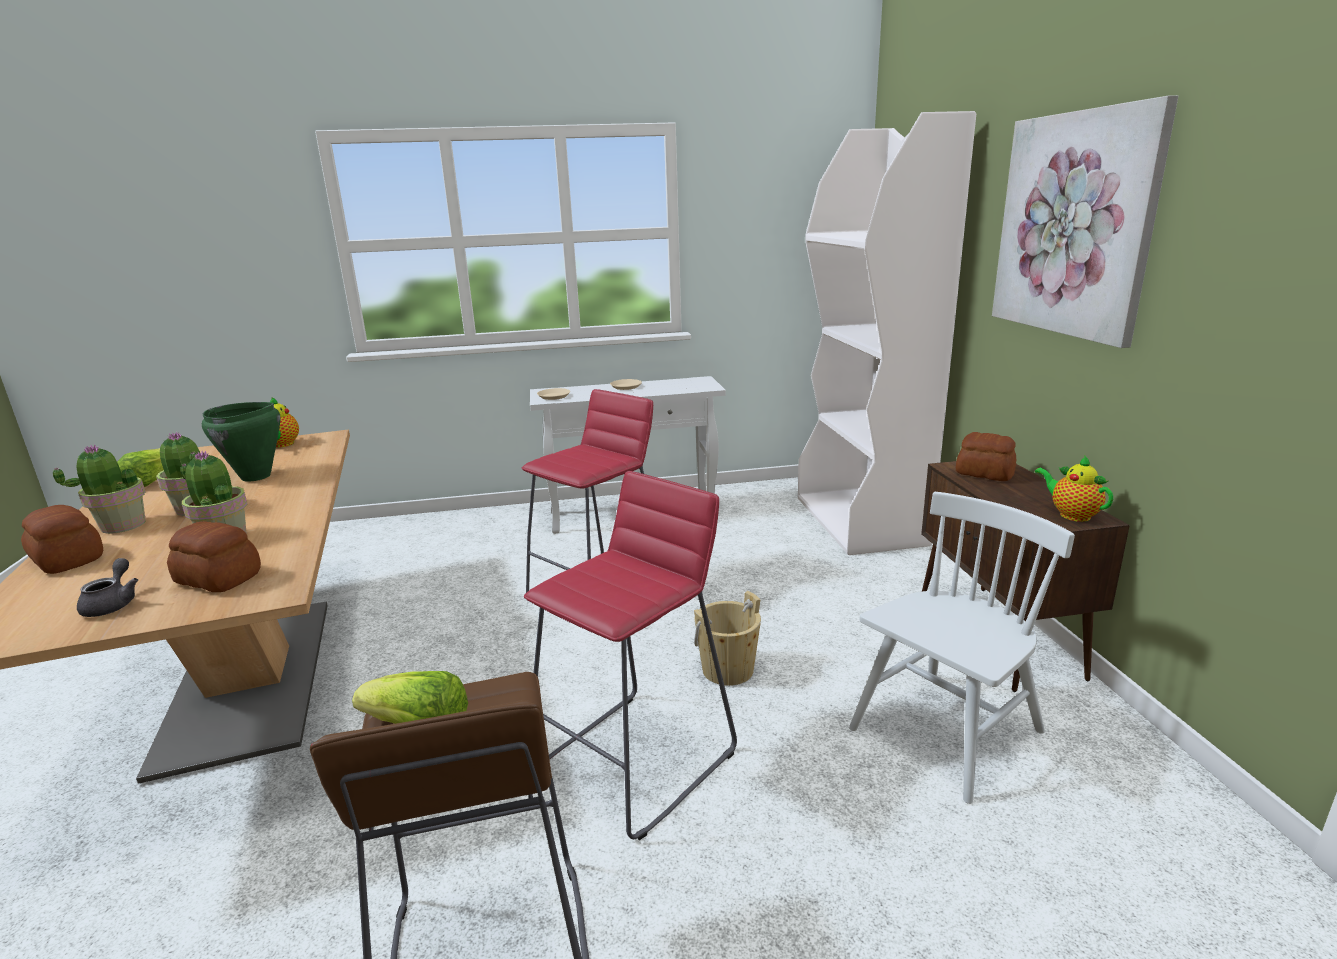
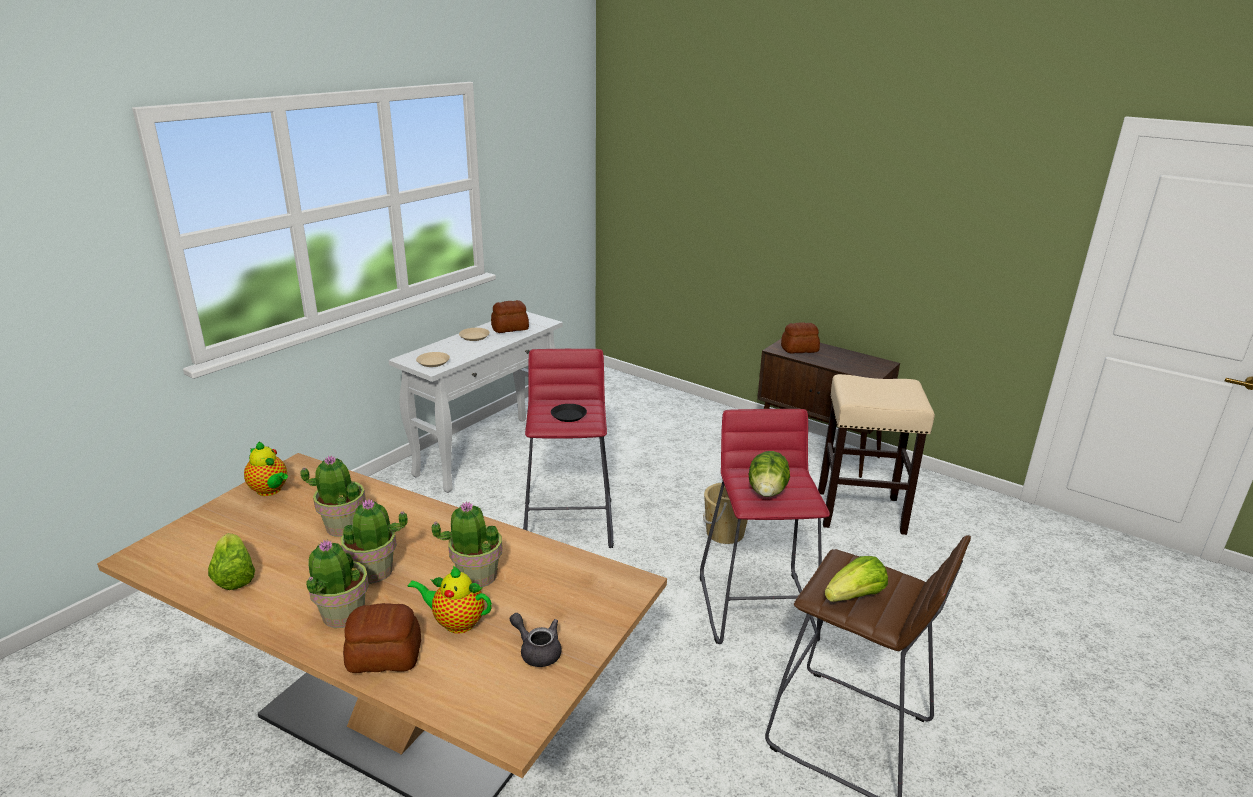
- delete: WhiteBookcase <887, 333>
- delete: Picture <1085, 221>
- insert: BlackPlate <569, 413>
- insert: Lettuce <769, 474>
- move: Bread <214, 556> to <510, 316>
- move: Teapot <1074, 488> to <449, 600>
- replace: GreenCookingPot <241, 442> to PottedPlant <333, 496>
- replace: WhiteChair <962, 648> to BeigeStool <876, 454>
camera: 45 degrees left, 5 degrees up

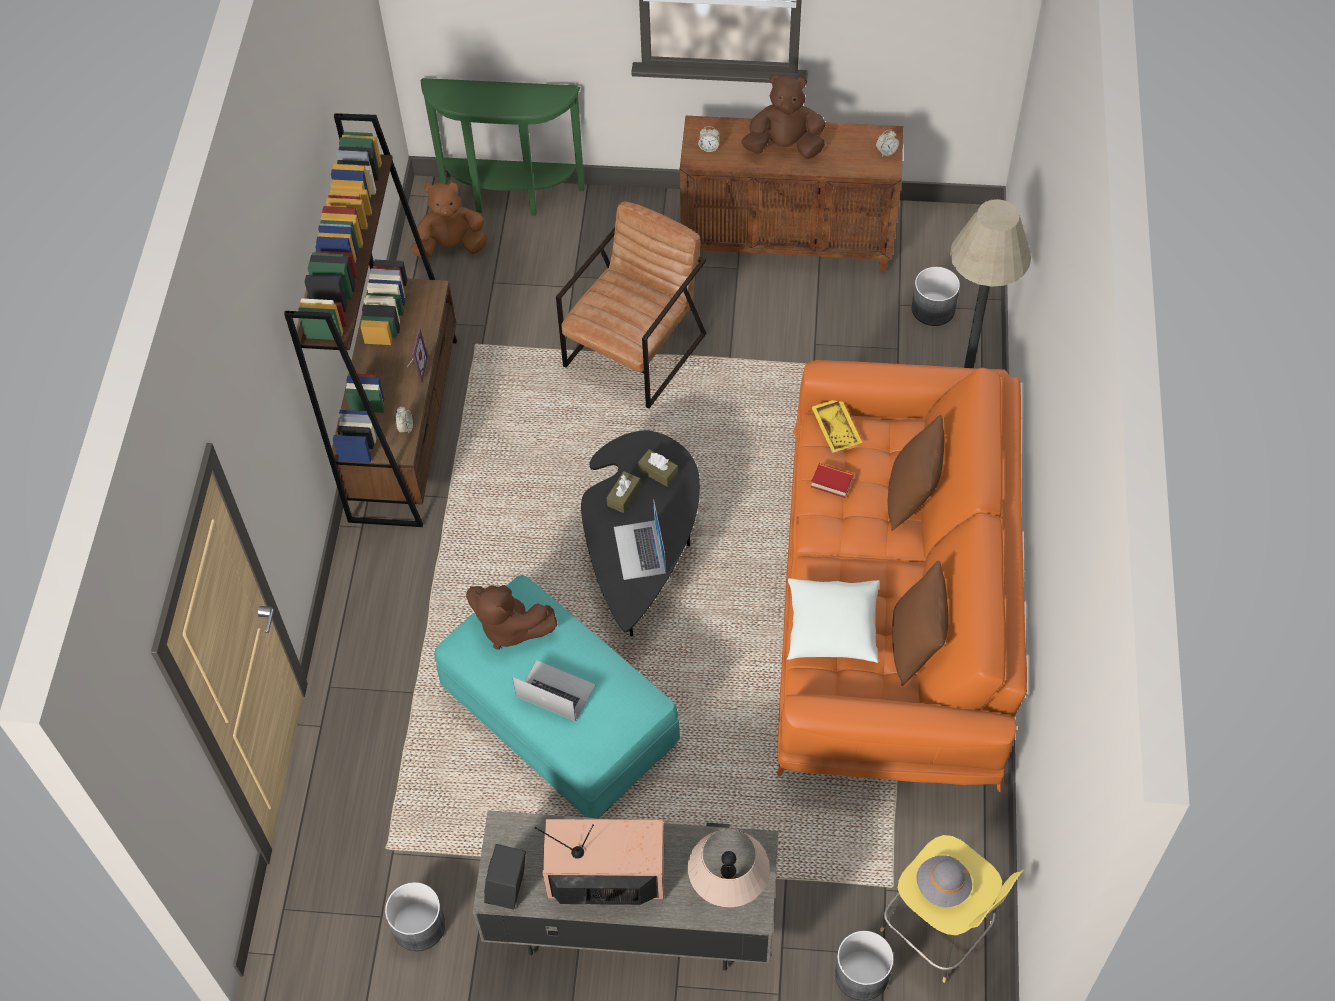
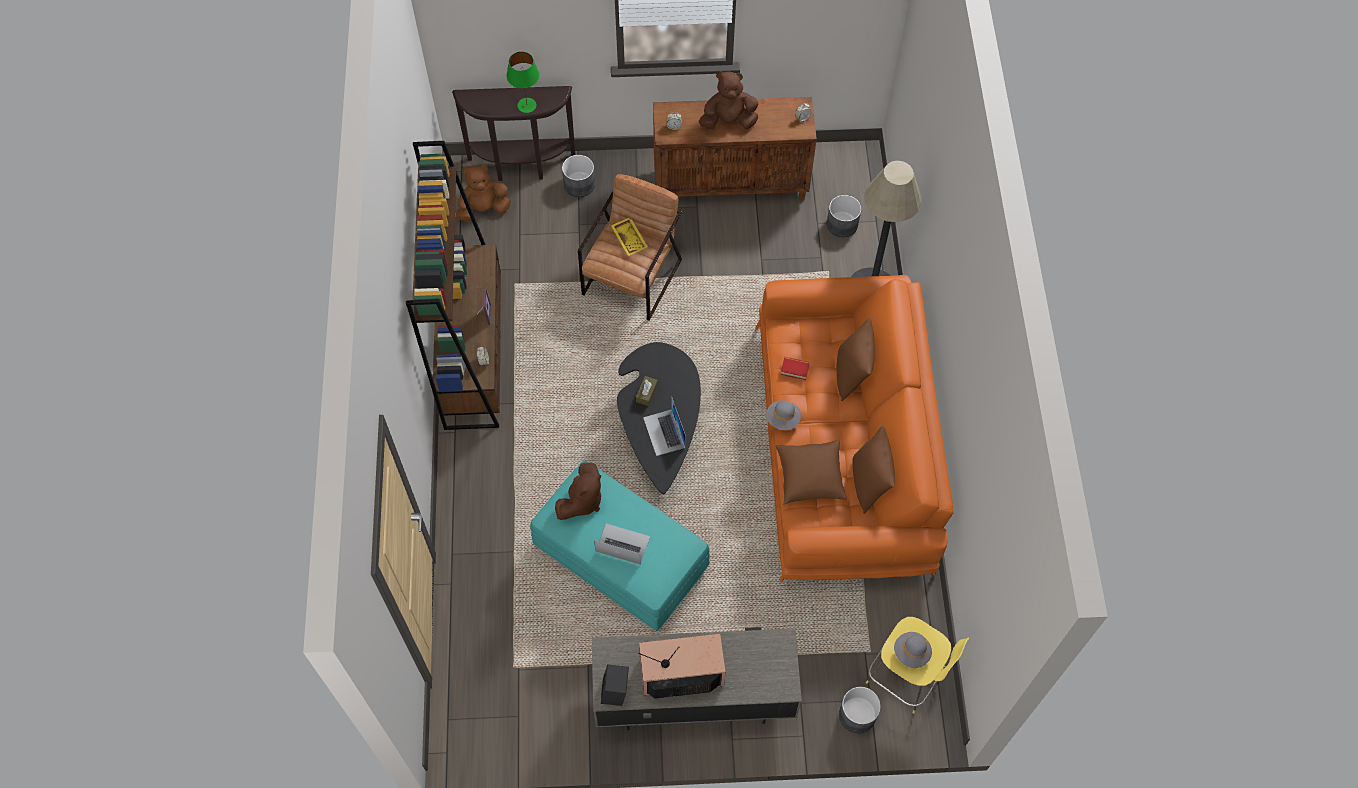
- delete: BrownTissueBox <658, 468>
- delete: BeigeTableLamp <729, 868>
- insert: GreenTableLamp <522, 82>
- insert: GreyHat <783, 415>
- move: GreyPlanter <415, 916> to <578, 176>
- move: YellowTray <836, 426> to <629, 237>
- recolor: GreenConsoleTable <502, 147> to BrownConsoleTable <513, 133>
- recolor: WhitePillow <833, 620> to BrownPillow <811, 472>
- rotate: BrownPlushToy <512, 617> = <578, 491> 75 degrees counterclockwise
camera: 10 degrees left, 5 degrees up

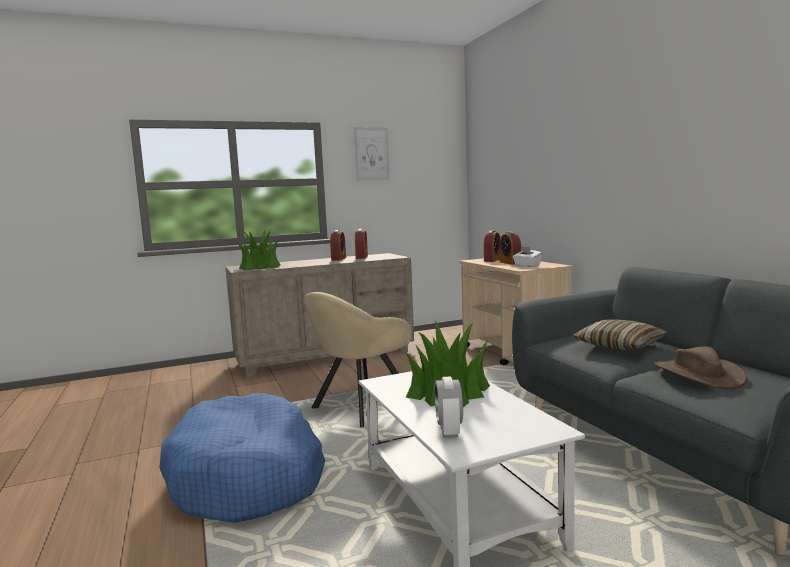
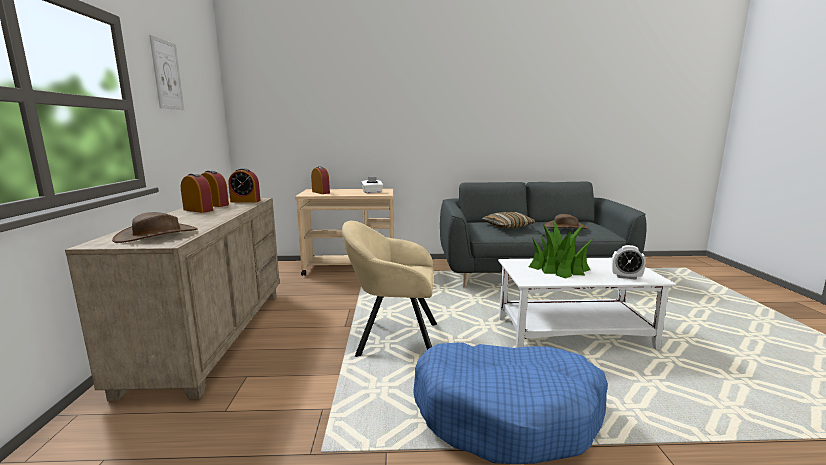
- move: AlarmClock <510, 248> to <244, 185>
- replace: PottedPlant <259, 250> to BrownHat <155, 227>
- rotate: BeigeArmchair <358, 359> = <389, 289> 120 degrees clockwise
camera: 70 degrees left, 5 degrees up

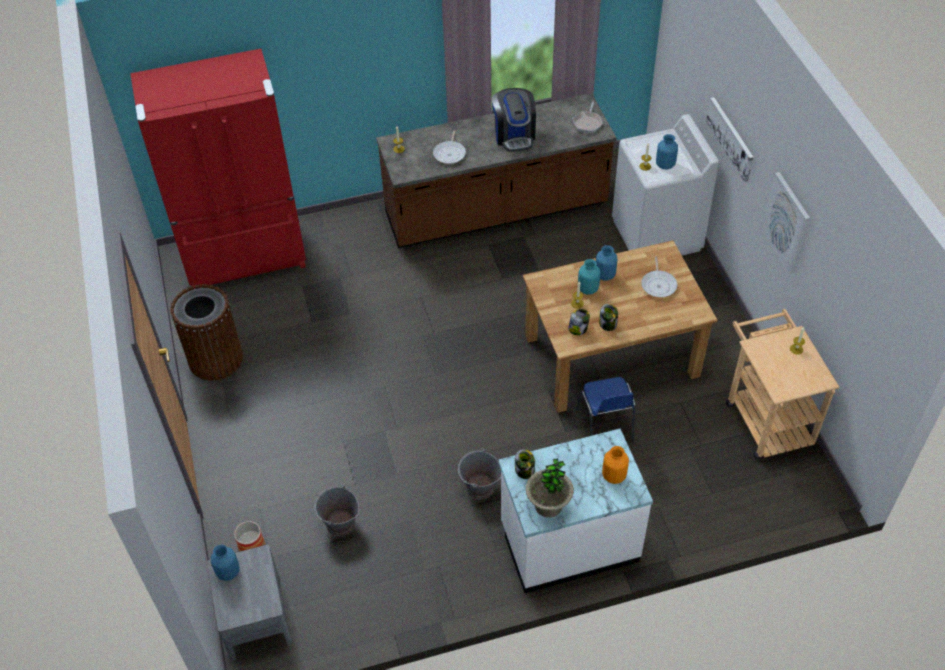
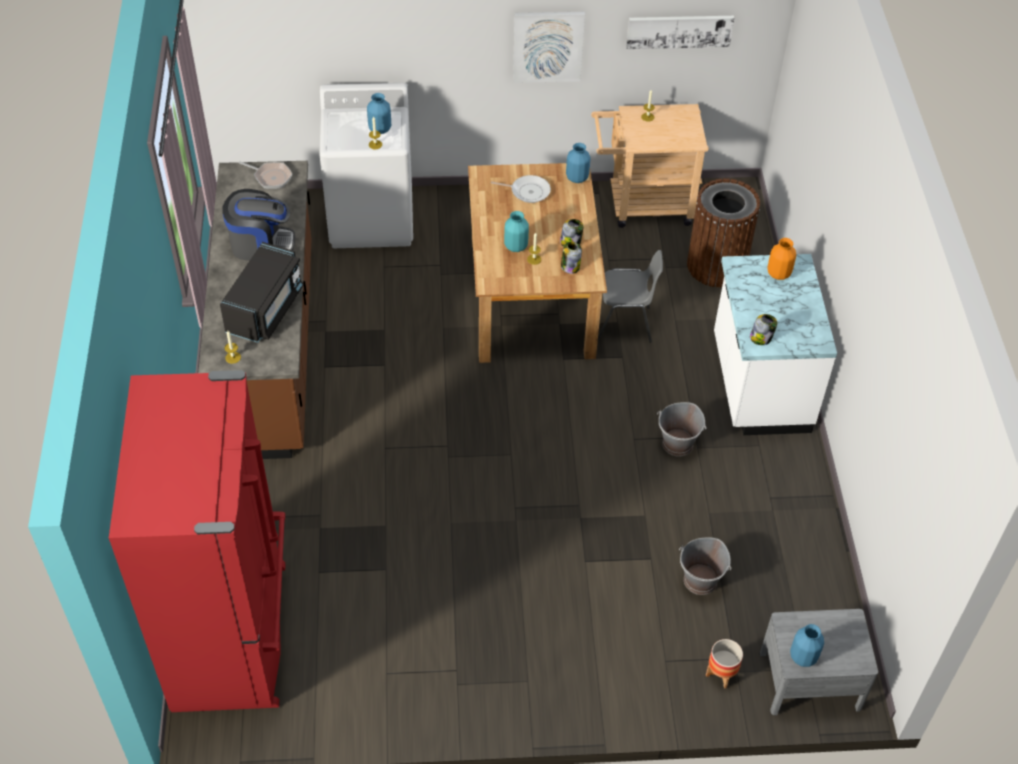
- delete: PottedPlant <549, 488>
- move: BrownTrashCan <206, 332> to <723, 232>
- move: BlueVase <606, 263> to <578, 163>
- move: Picture <730, 139> to <680, 32>
- replace: FryingPan <449, 147> to BlackMicrowave <261, 292>
- recolor: BlueChair <605, 410> to GreyChair <630, 296>
camera: 80 degrees left, 0 degrees up

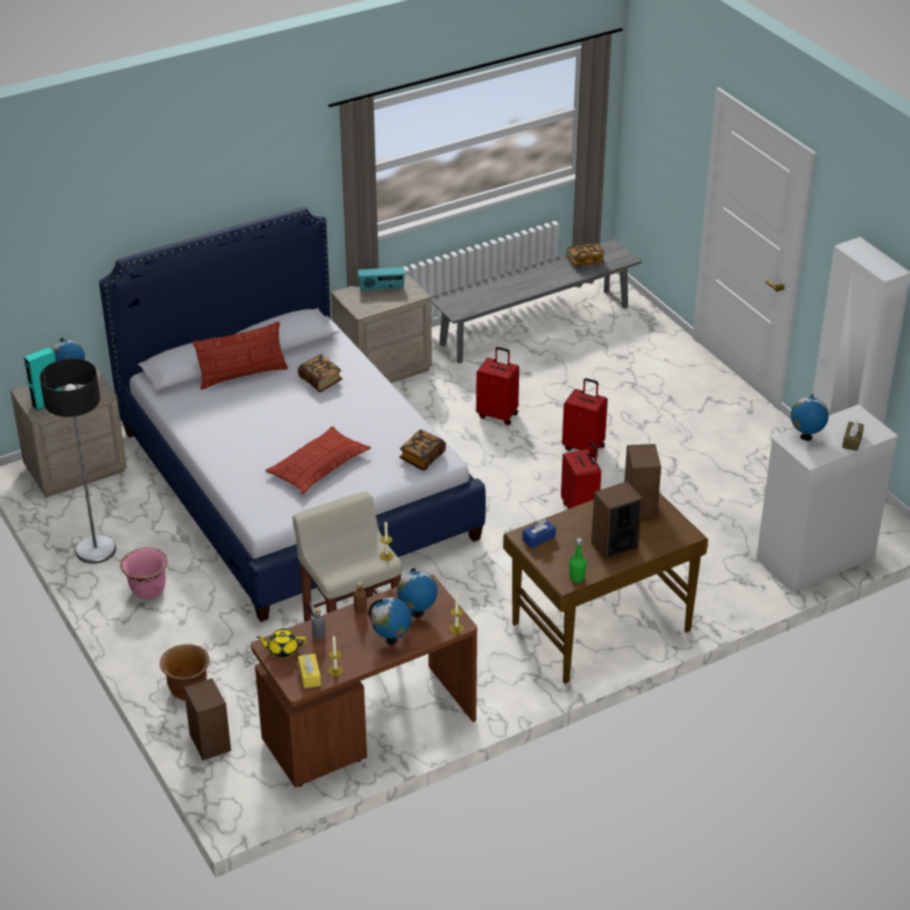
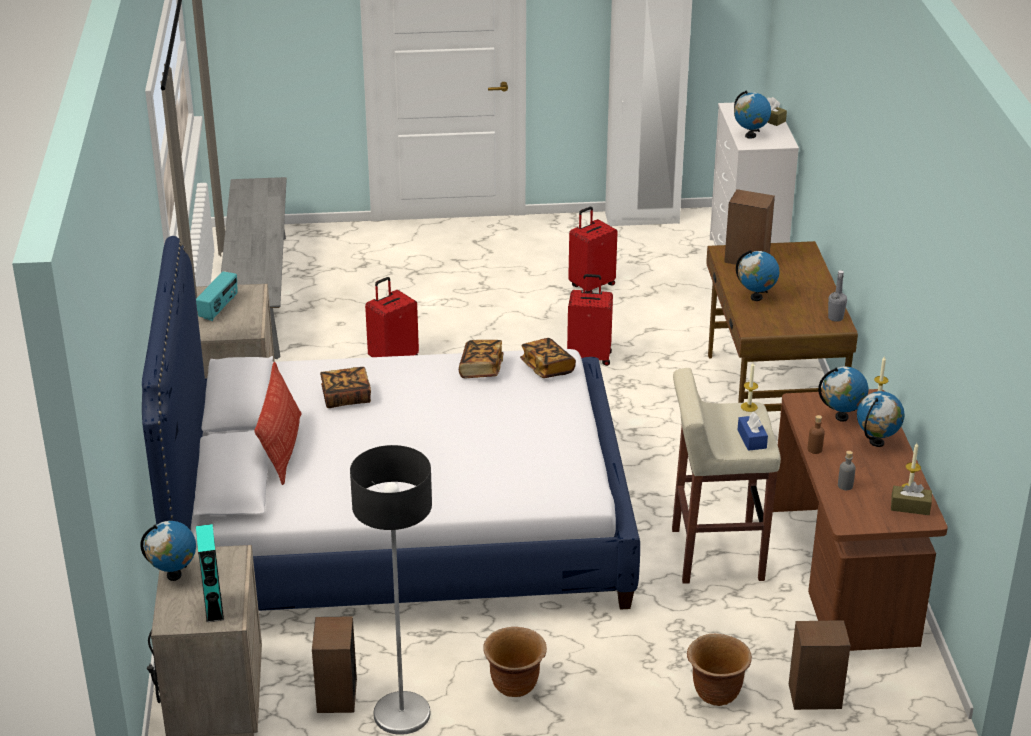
- delete: YellowTeapot <281, 643>
- delete: Pillow <318, 460>
- insert: Globe <757, 275>
- move: BlueTissueBox <539, 533> to <753, 431>
- move: RedSuitcase <585, 418> to <593, 250>
- move: Book <586, 255> to <481, 359>
- move: Speaker <617, 520> to <334, 664>
- recolor: PinkPlanter <144, 573> to BrownPlanter <515, 662>
- recolor: YellowTissueBox <309, 671> to BrownTissueBox <911, 498>
- recolor: GreenBottle <578, 560> to GreyBottle <837, 296>
camera: 65 degrees left, 5 degrees down

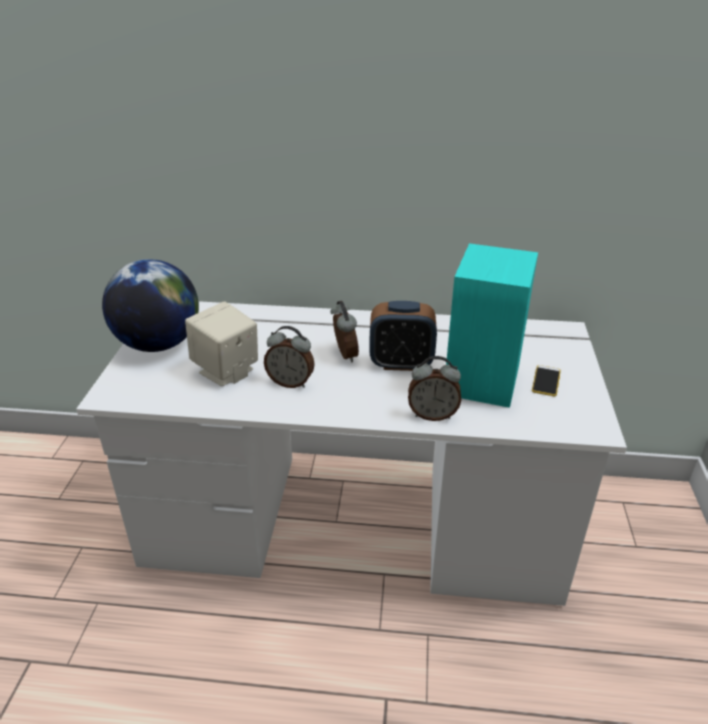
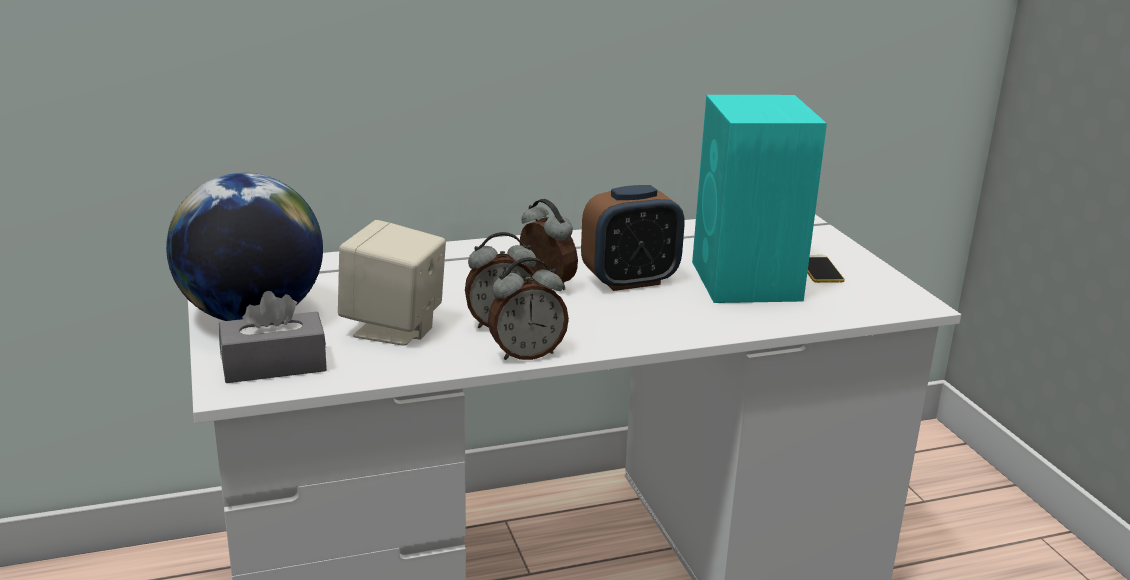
- insert: GreyTissueBox <273, 337>
- move: AlarmClock <434, 388> to <528, 308>
camera: 25 degrees left, 10 degrees down

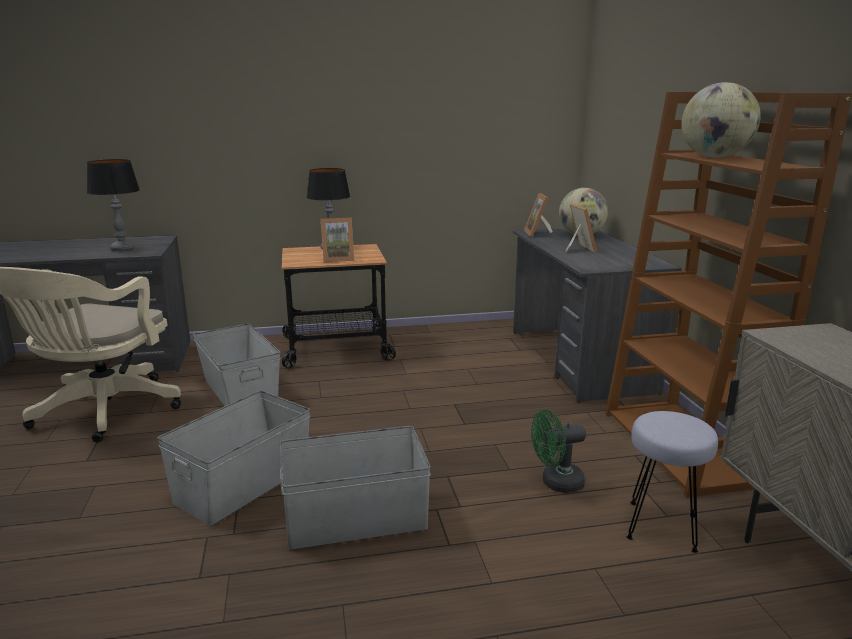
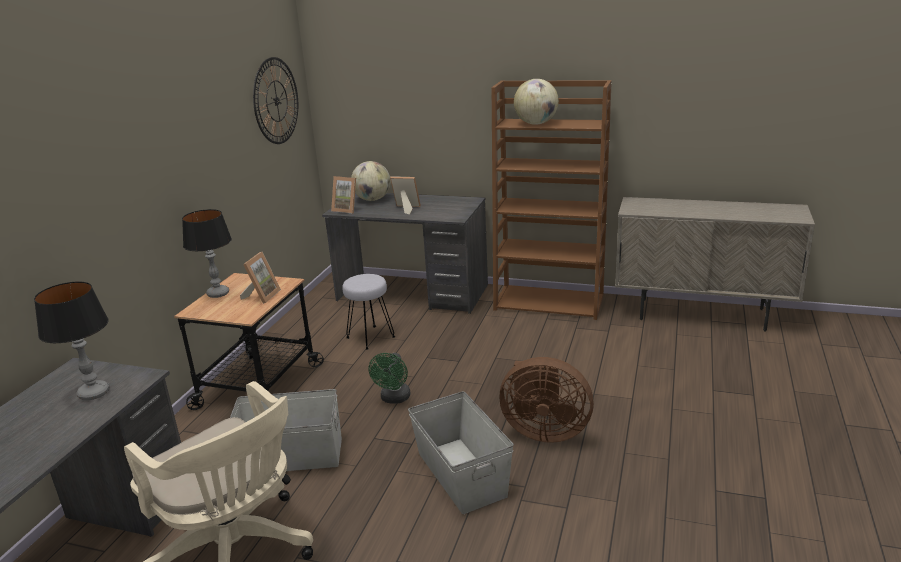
- insert: WallClock <275, 100>
- move: GreenFan <558, 451> to <389, 378>
- move: GreyStool <672, 482> to <368, 312>
- replace: GreyStorageBox <355, 488> to BrownFan <546, 400>
camera: 60 degrees left, 5 degrees up

